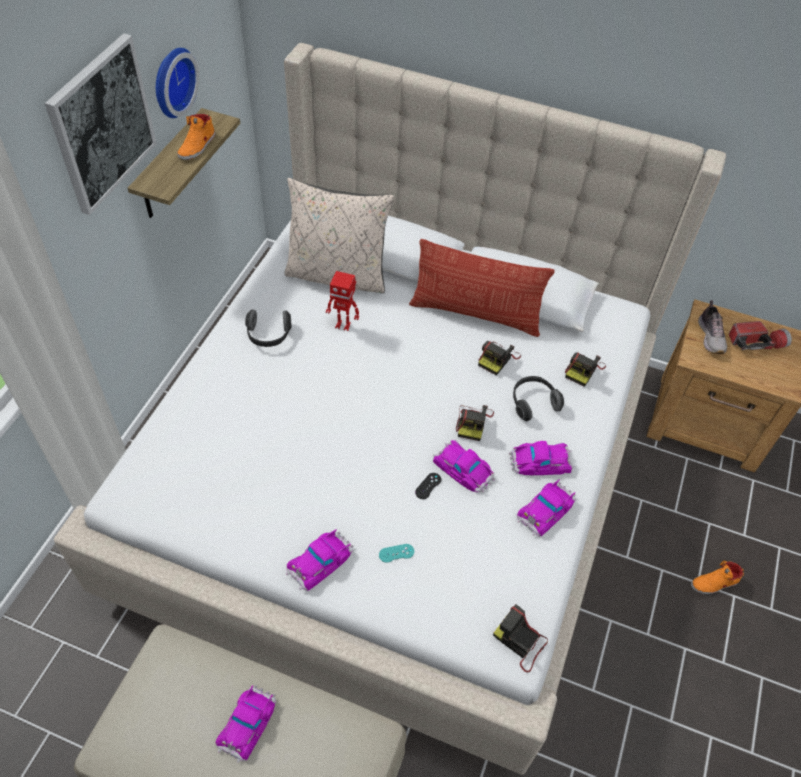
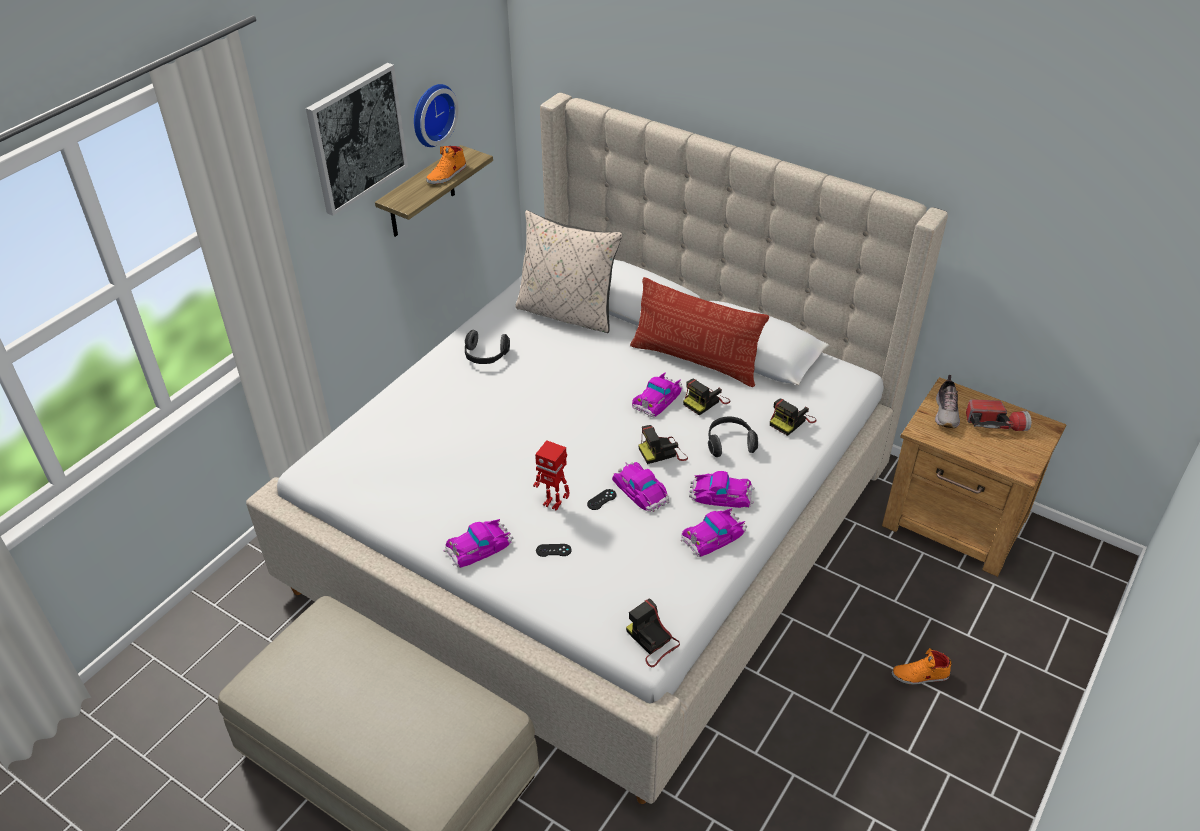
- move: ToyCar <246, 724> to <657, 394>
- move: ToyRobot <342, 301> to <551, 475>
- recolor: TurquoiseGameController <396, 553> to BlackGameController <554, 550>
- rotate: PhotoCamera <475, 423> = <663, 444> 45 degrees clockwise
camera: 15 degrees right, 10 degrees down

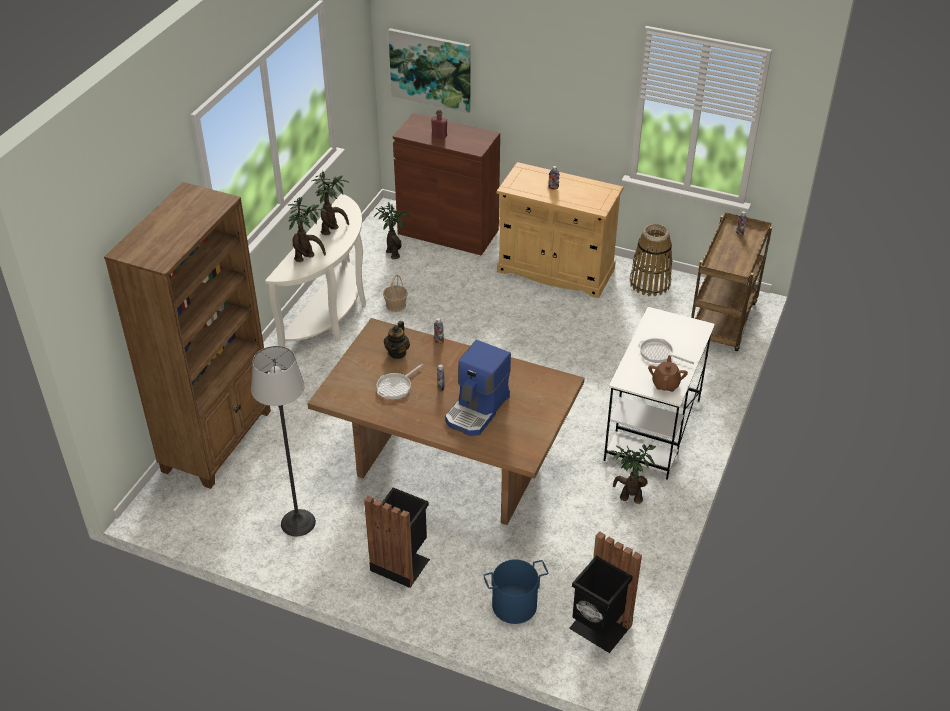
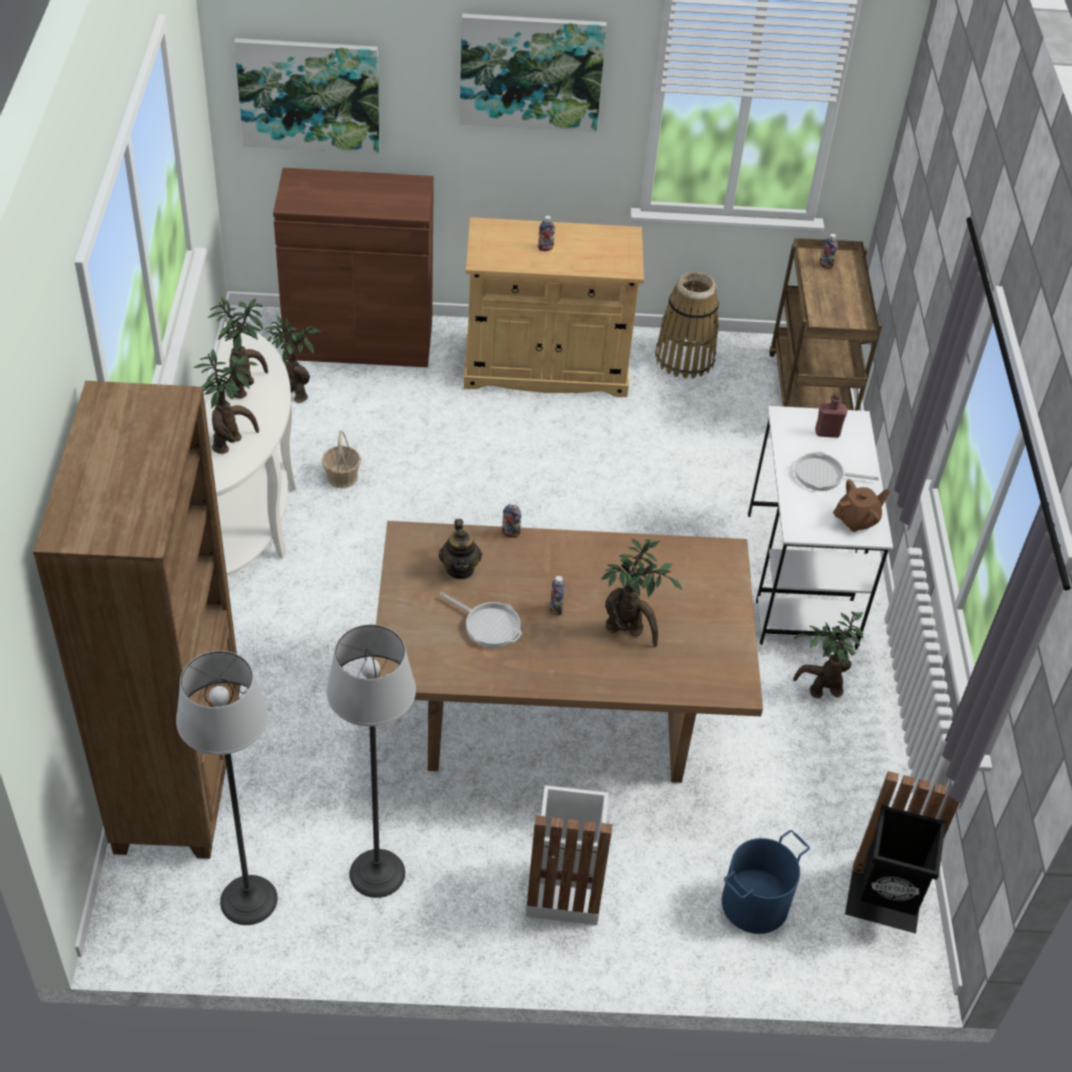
- insert: FloorLamp <227, 788>
- insert: Picture <533, 73>
- move: RedBottle <439, 124> to <831, 415>
- replace: CoffeeMachine <478, 388> to PottedPlant <641, 593>
- recolor: BlackTrashCan <397, 537> to WhiteTrashCan <568, 855>
- rotate: FryingPan <400, 381> = <480, 620> 75 degrees counterclockwise
- rotate: BrownTeapot <668, 373> = <861, 506> 75 degrees clockwise
camera: 25 degrees left, 5 degrees up

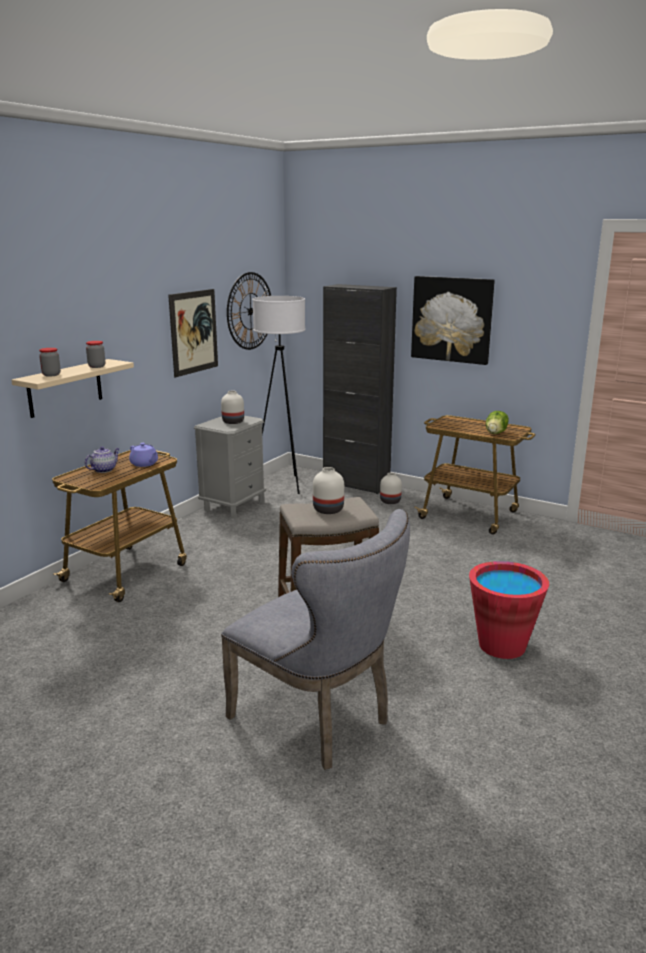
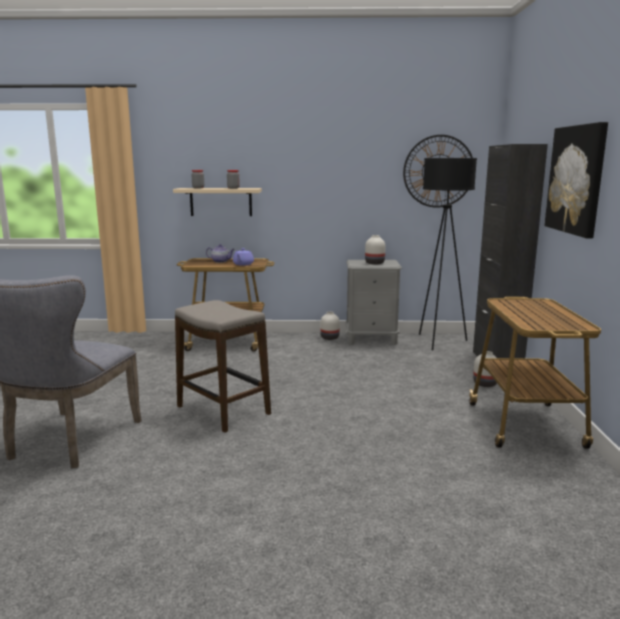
- delete: Picture <193, 333>
- delete: RedBucket <509, 610>
- delete: Lettuce <497, 422>
- move: WhiteVase <328, 490> to <330, 325>
- recolor: WhiteFloorLamp <278, 395> to BlackFloorLamp <448, 254>
camera: 60 degrees right, 5 degrees down

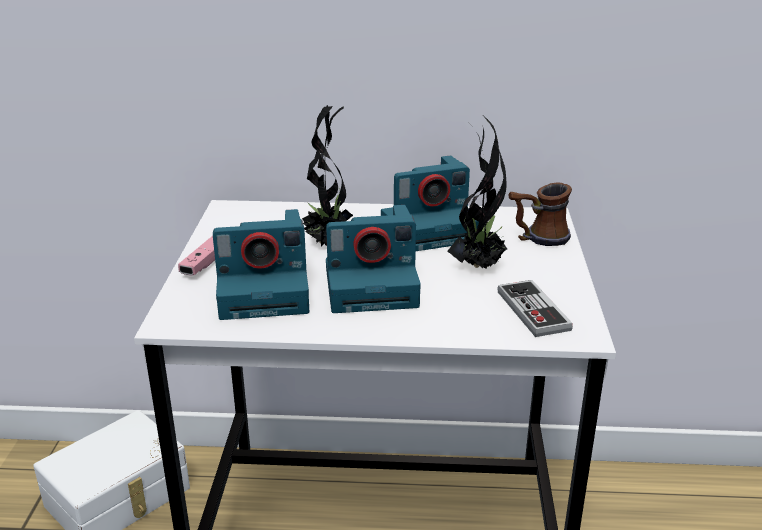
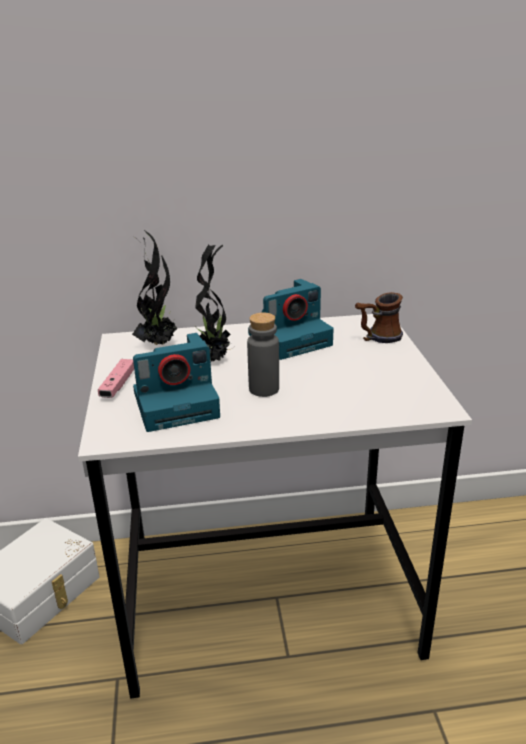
- delete: GameController <535, 308>
- move: PottedPlant <477, 192> to <155, 287>
- replace: PhotoCamera <373, 259> to GreyBottle <263, 354>
camera: 10 degrees left, 0 degrees up

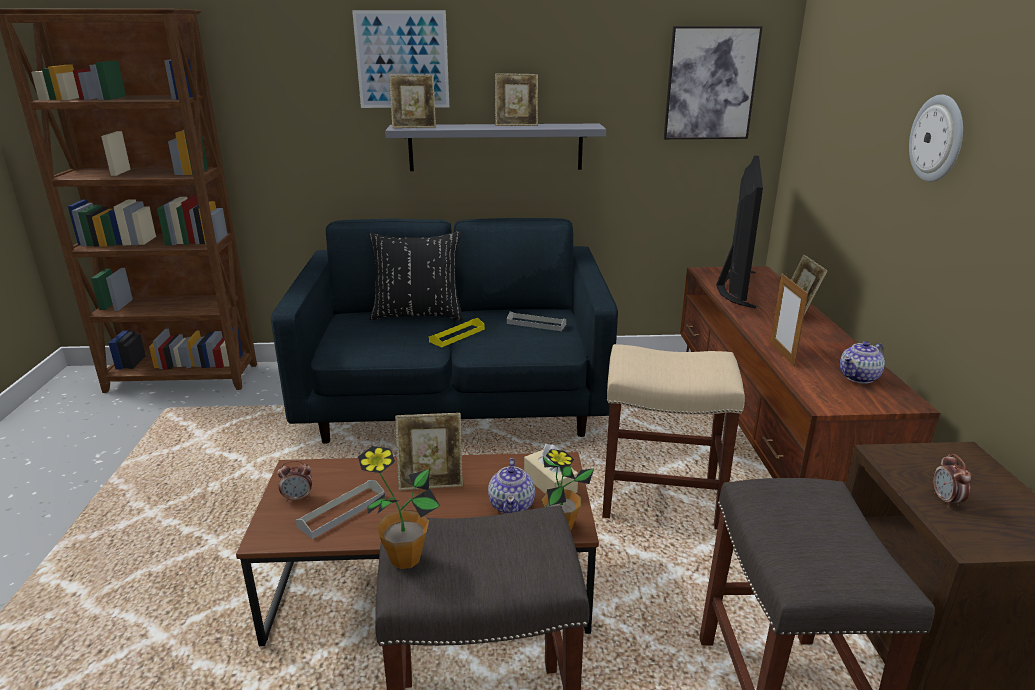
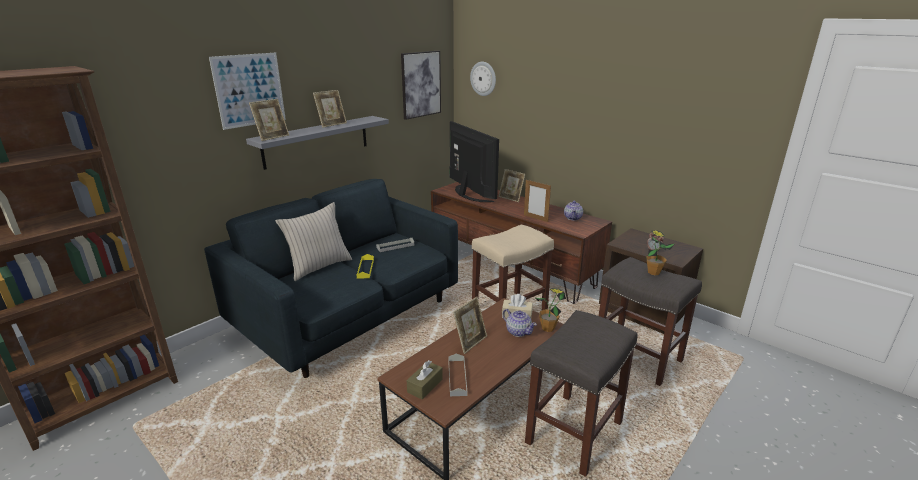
- move: PottedPlant <399, 507> to <660, 252>
- move: WallClock <936, 138> to <483, 79>
- replace: AlarmClock <294, 481> to BrownTissueBox <425, 380>
- recolor: BlackPillow <416, 276> to BeigePillow <313, 241>
camera: 45 degrees left, 0 degrees up

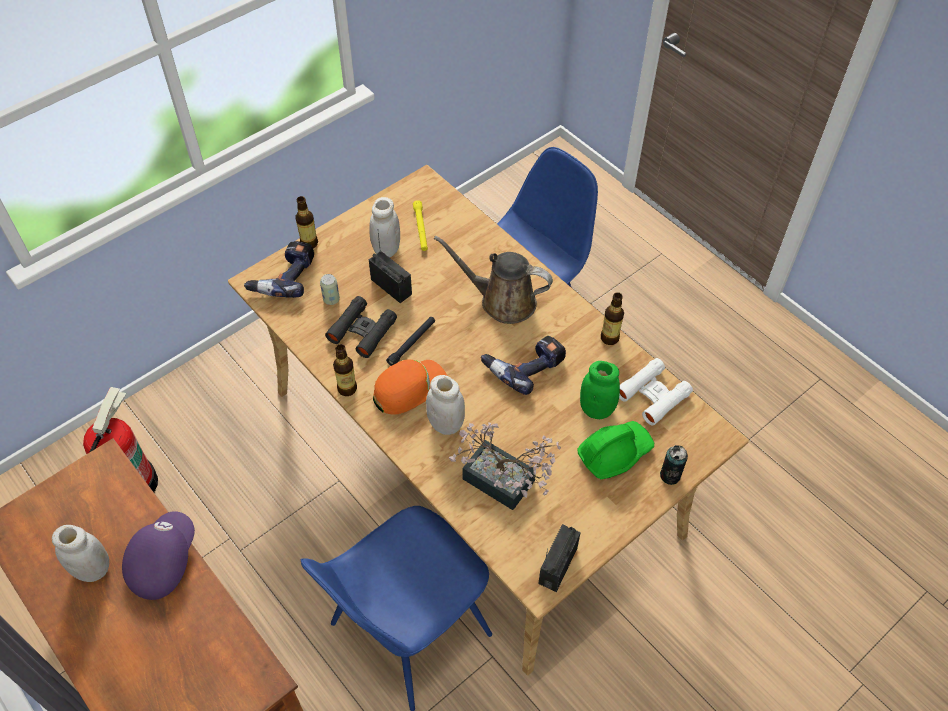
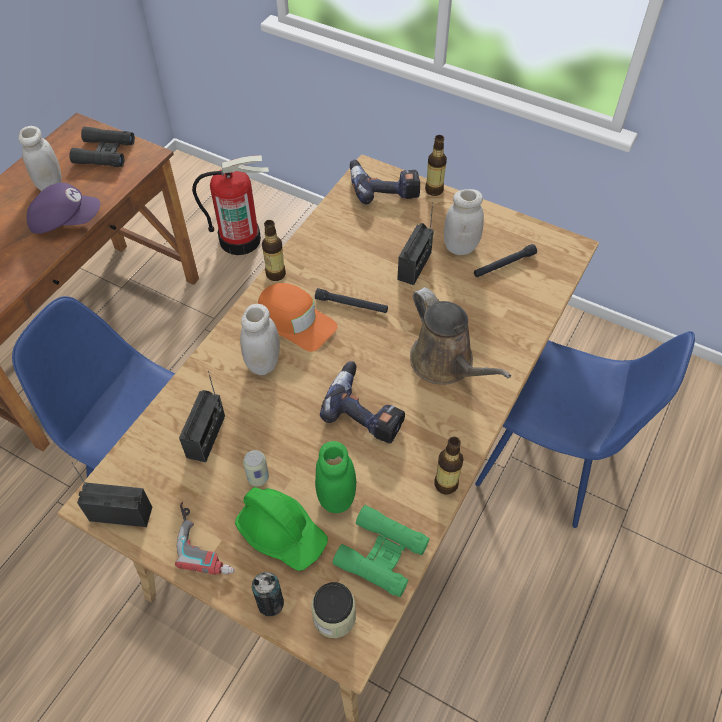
- insert: PowerDrill <205, 538>
- insert: Jar <333, 610>
- move: Can <330, 289> to <256, 468>
- move: BlackBinoculars <361, 327> to <102, 147>
- replace: PottedPlant <505, 466> to Radio <202, 416>
- recolor: YellowFlashlight <420, 225> to BlackFlashlight <505, 260>
- recolor: WhiteBinoculars <656, 392> to GreenBinoculars <381, 551>
- rotate: BrownWateringCan <493, 279> = <460, 336> 150 degrees clockwise
camera: 70 degrees right, 0 degrees up

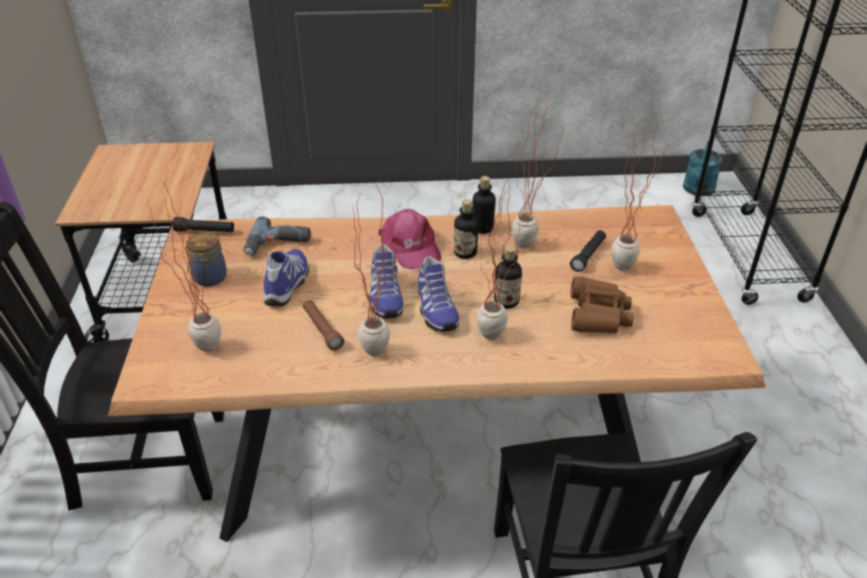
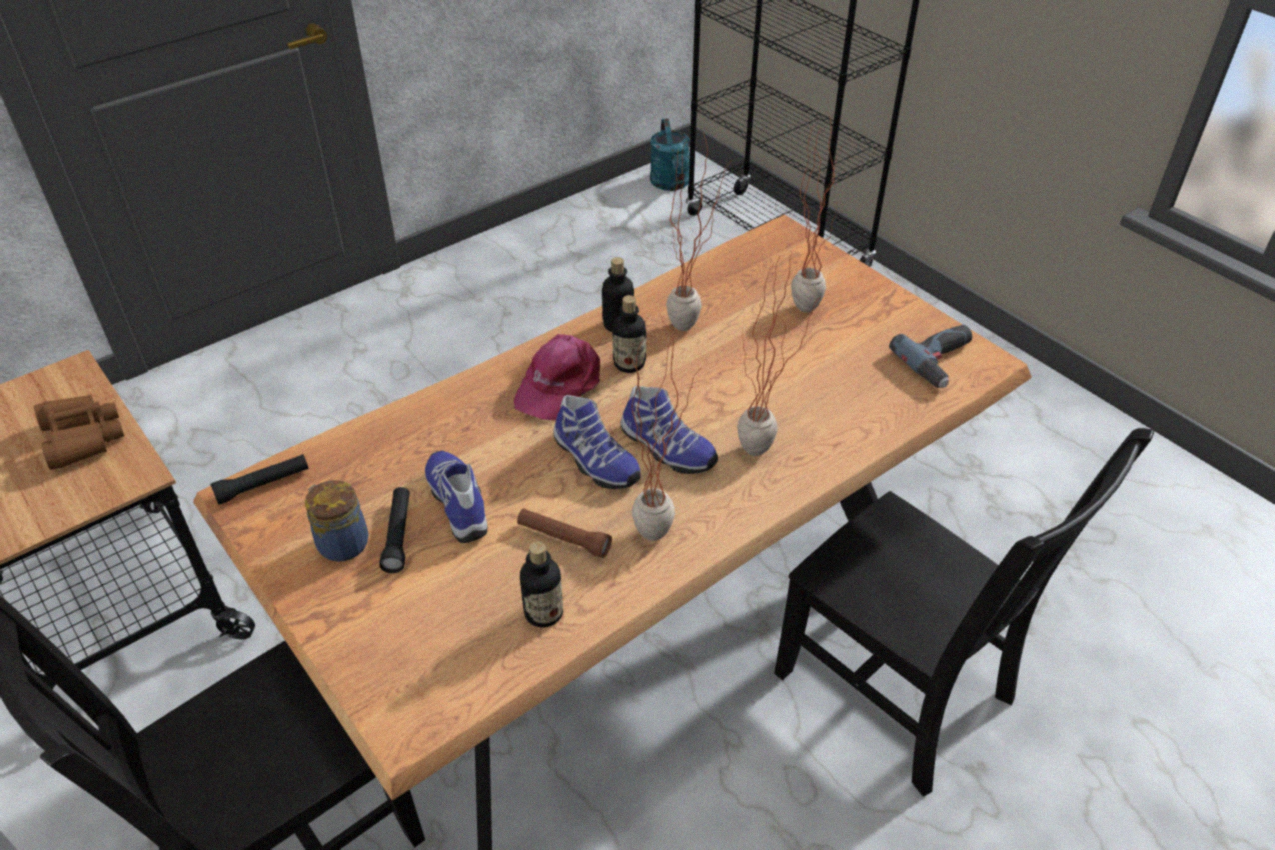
- delete: PottedPlant <184, 266>
- move: PowerDrill <277, 236> to <930, 356>
- move: Bottle <508, 277> to <541, 584>
- move: BlackFlashlight <588, 251> to <394, 530>
- move: BrownBinoculars <602, 305> to <79, 432>
- rotate: PinkCap <410, 239> = <557, 377> 90 degrees clockwise
camera: 35 degrees left, 5 degrees up

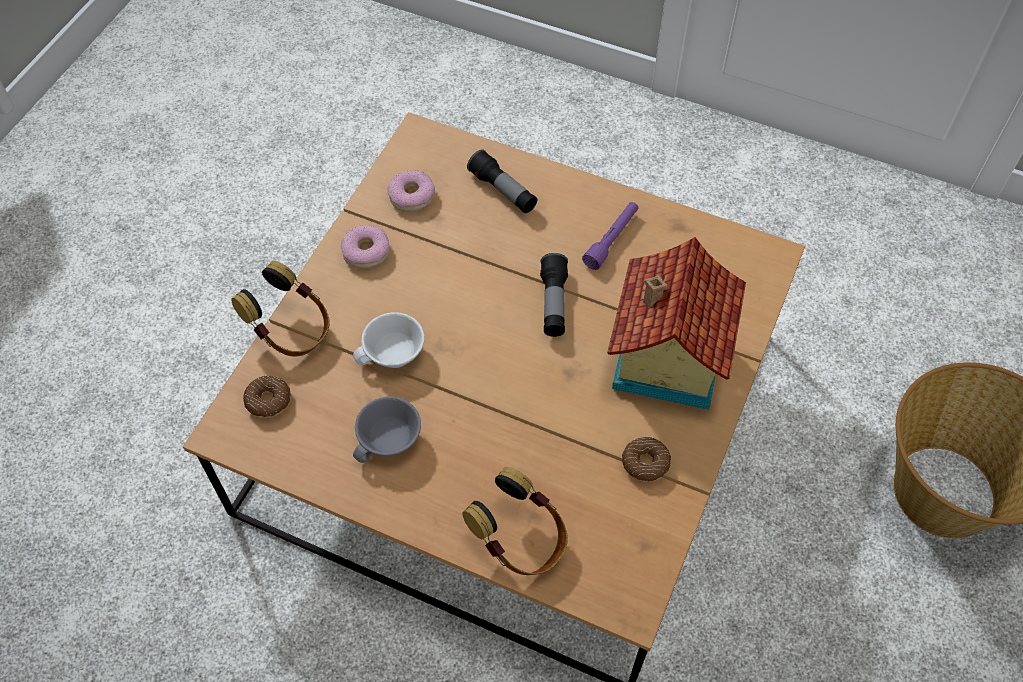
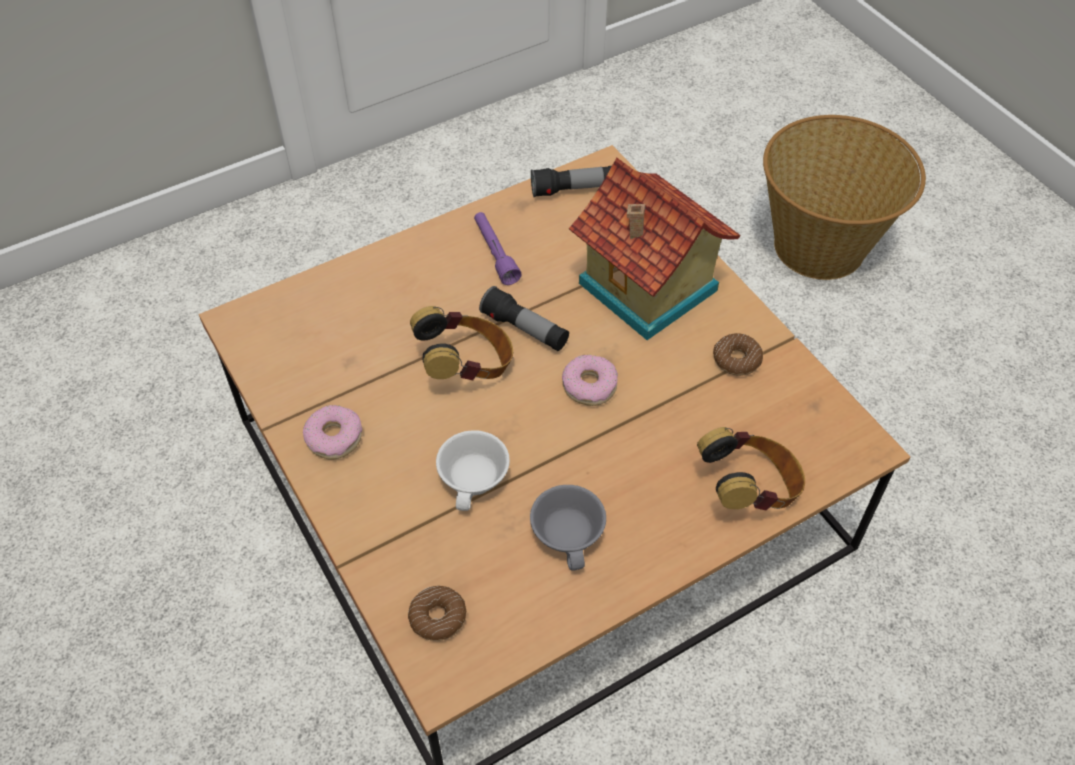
- move: Headphones <280, 309> to <461, 343>
- move: Donut <411, 191> to <590, 380>
- move: Flashlight <502, 181> to <571, 181>
camera: 55 degrees left, 5 degrees down

